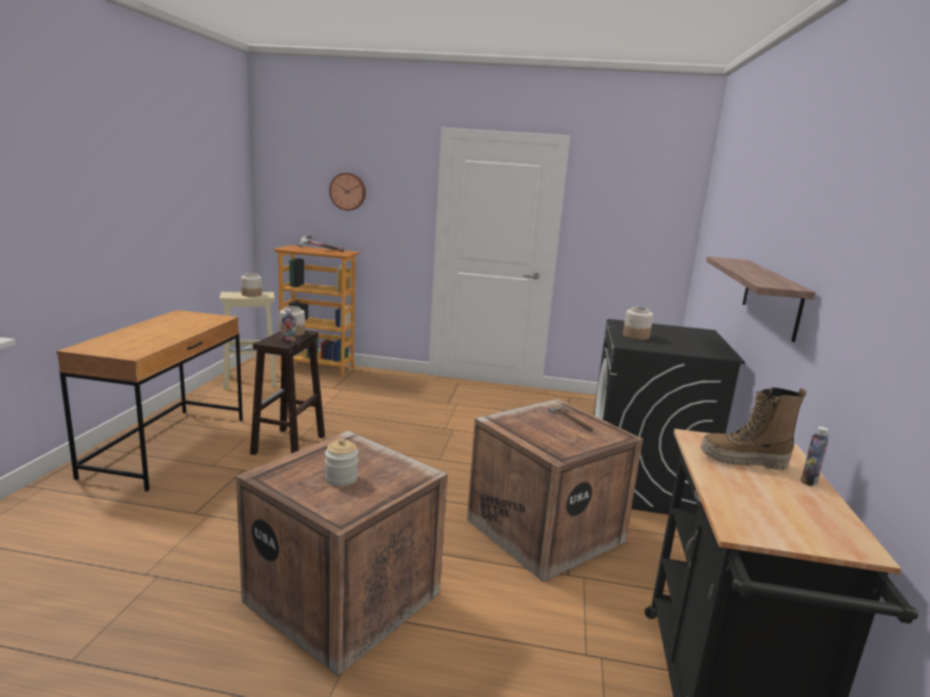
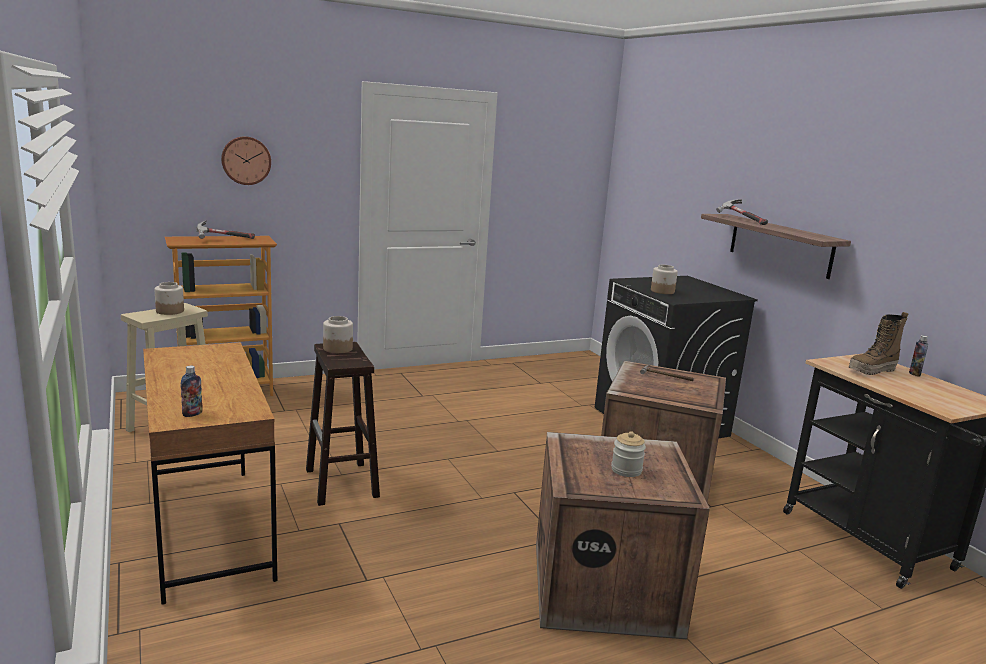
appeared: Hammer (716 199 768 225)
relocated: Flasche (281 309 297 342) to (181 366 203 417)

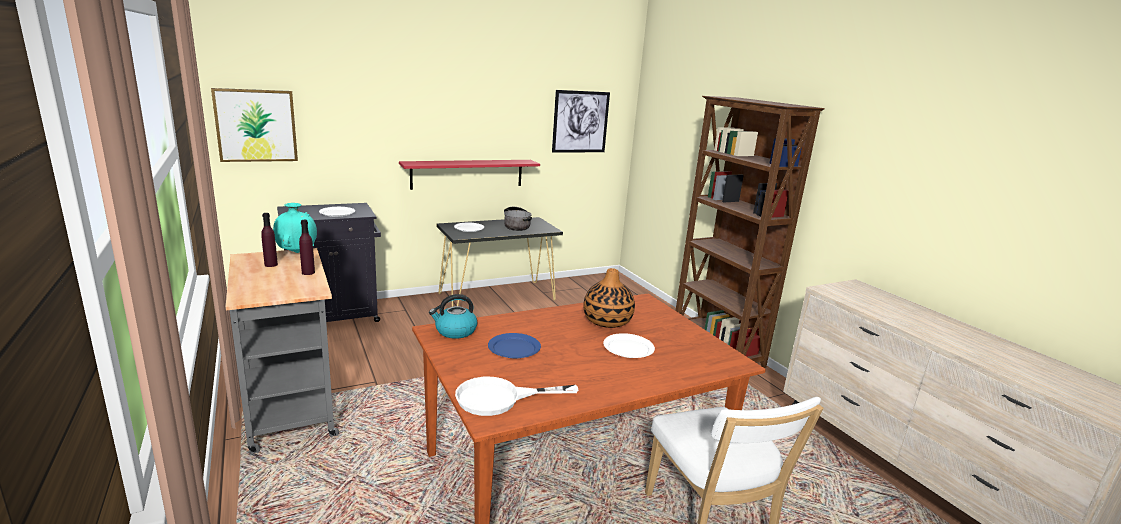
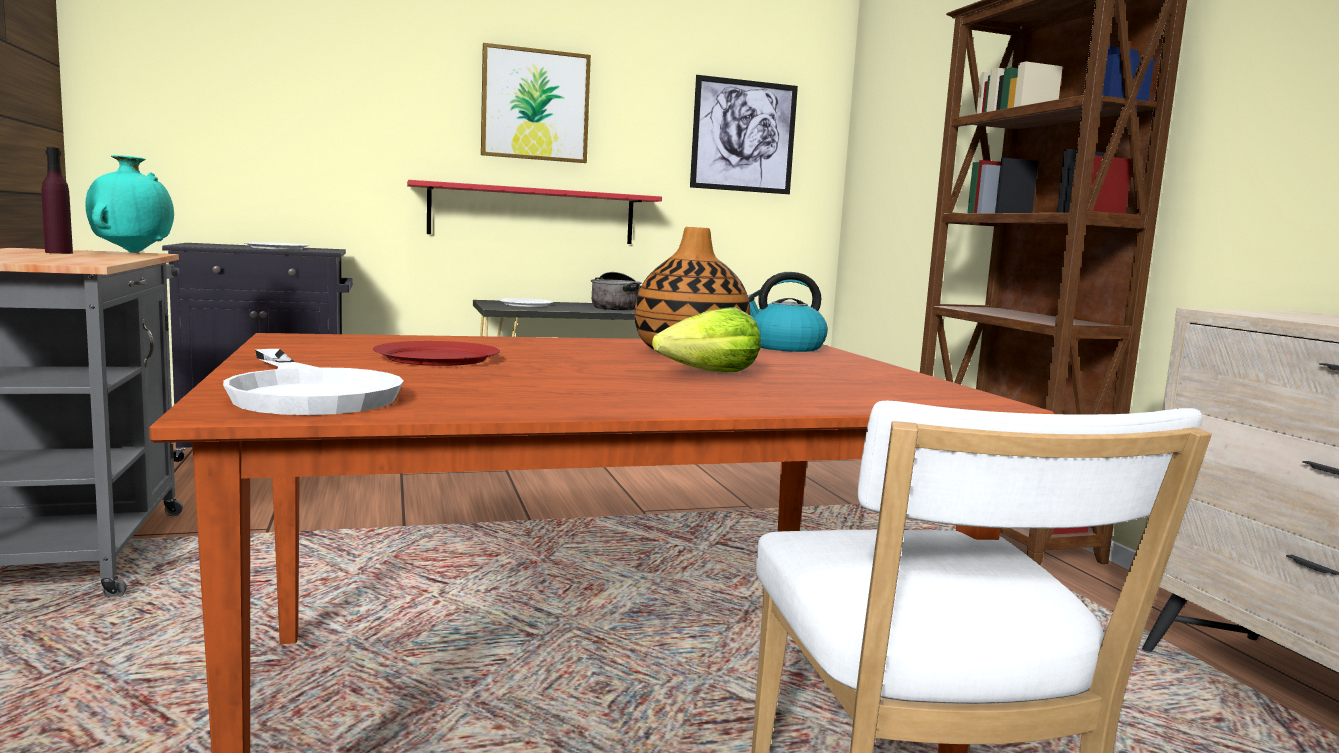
missing: Flasche (lila) (299 220 315 275)
relocated: Bild (211 88 298 162) to (481 43 591 163); Wasserkessel (429 294 477 339) to (748 272 828 352)
exchanged: Teller (weiß) (603 333 655 358) to Salatkopf (652 307 761 372)
colour: Teller (blau) (488 333 541 358) to Teller (rot) (373 341 500 366)
spun: Pfanne (weiß) (455 377 578 416) = (223 349 404 415) 120 degrees counterclockwise

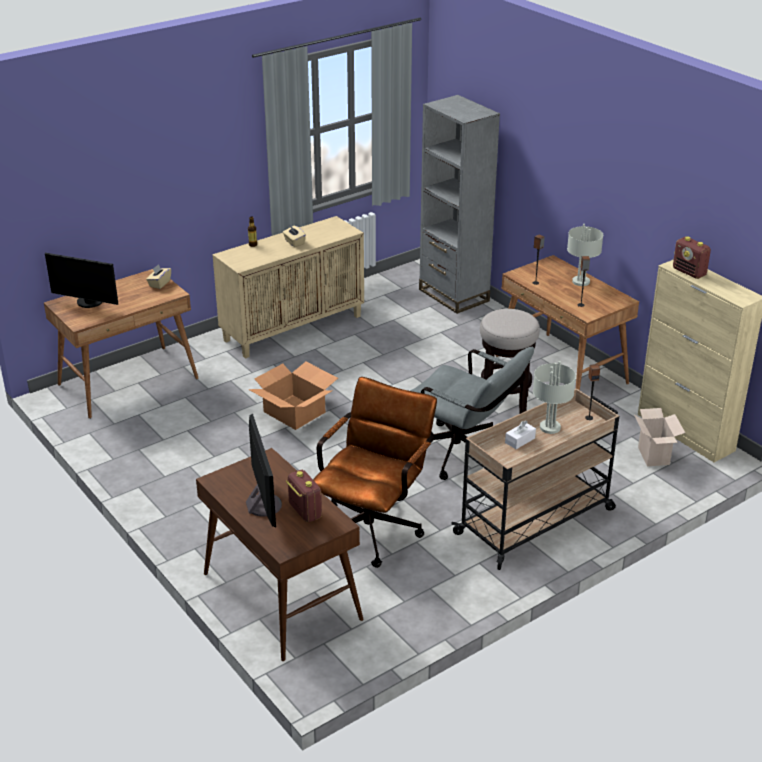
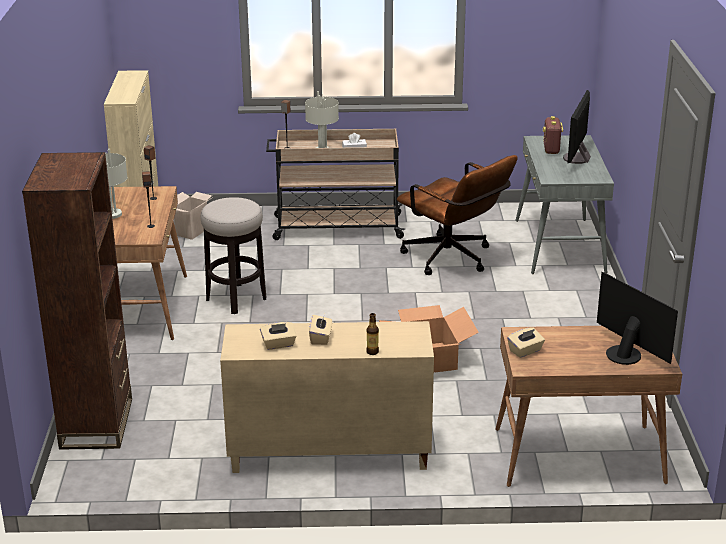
missing: Bürostuhl (grau) (410 347 534 480); Radio (673 236 711 279)
appeared: Taschentuchbox (beige) (260 322 296 350)
colour: Schreibtisch (braun) (196 448 363 661) to Schreibtisch (grau) (515 135 614 274); Bücherregal (grau) (419 95 500 314) to Bücherregal (braun) (22 152 132 450)
spun: Bürostuhl (braun) (313 377 437 568) = (397 155 518 275) 105 degrees counterclockwise

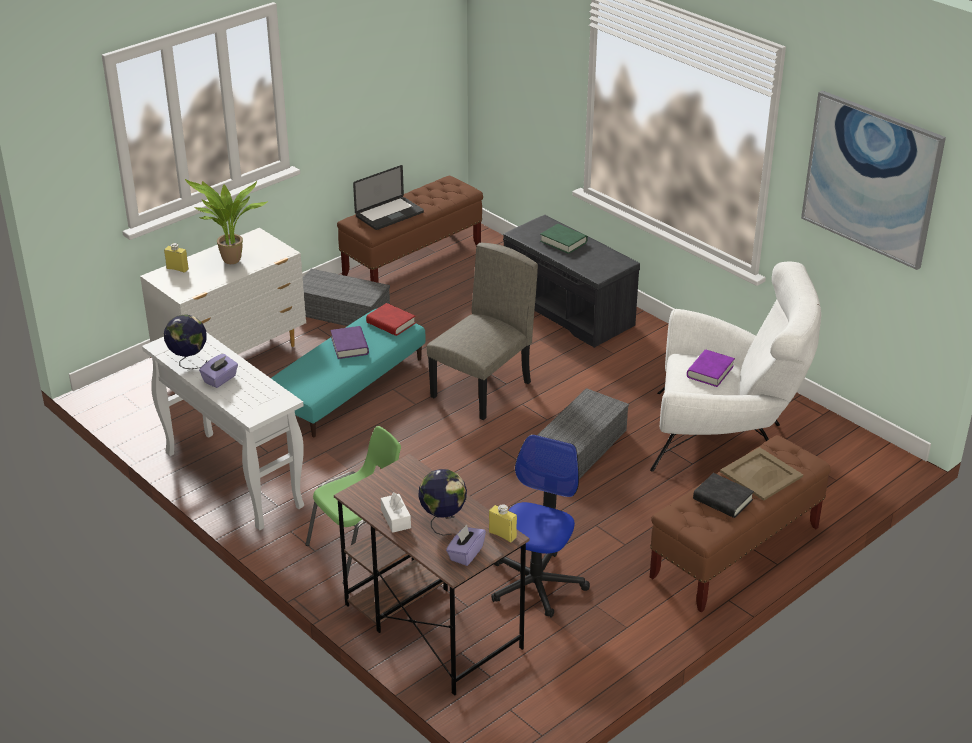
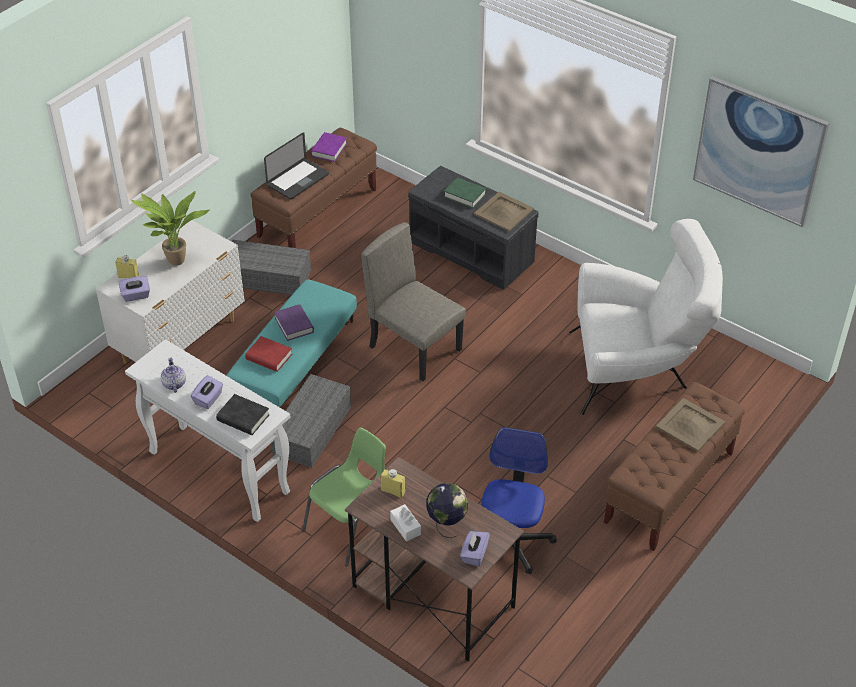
appeared: Taschentuchbox (lila) (118 276 150 302); Tablett (beige) (474 192 534 232)
relocated: Buch (rot) (366 303 416 336) to (245 336 292 372); Flasche (gelb) (489 504 517 542) to (381 469 405 498); Aufbewahrungsbox (grau) (538 388 629 479) to (271 374 351 468); Buch (lila) (687 350 735 387) to (311 132 347 162); Buch (schwarz) (693 473 754 518) to (216 394 270 435)
exchanged: Globus (164 314 207 369) to Teekanne (161 358 186 393)
spun: Stuhl (beige) (427 243 538 420) = (361 222 466 381) 75 degrees counterclockwise

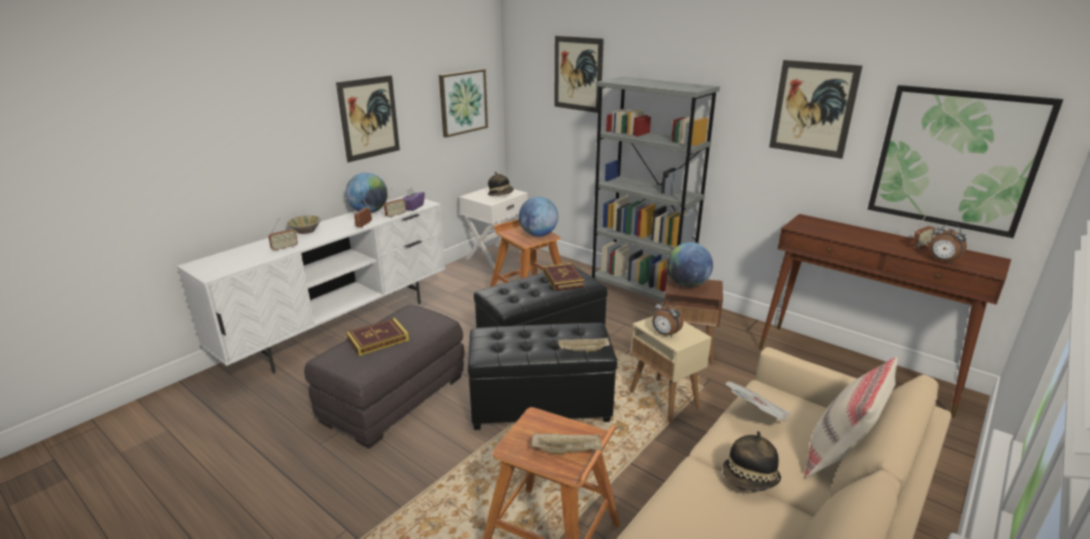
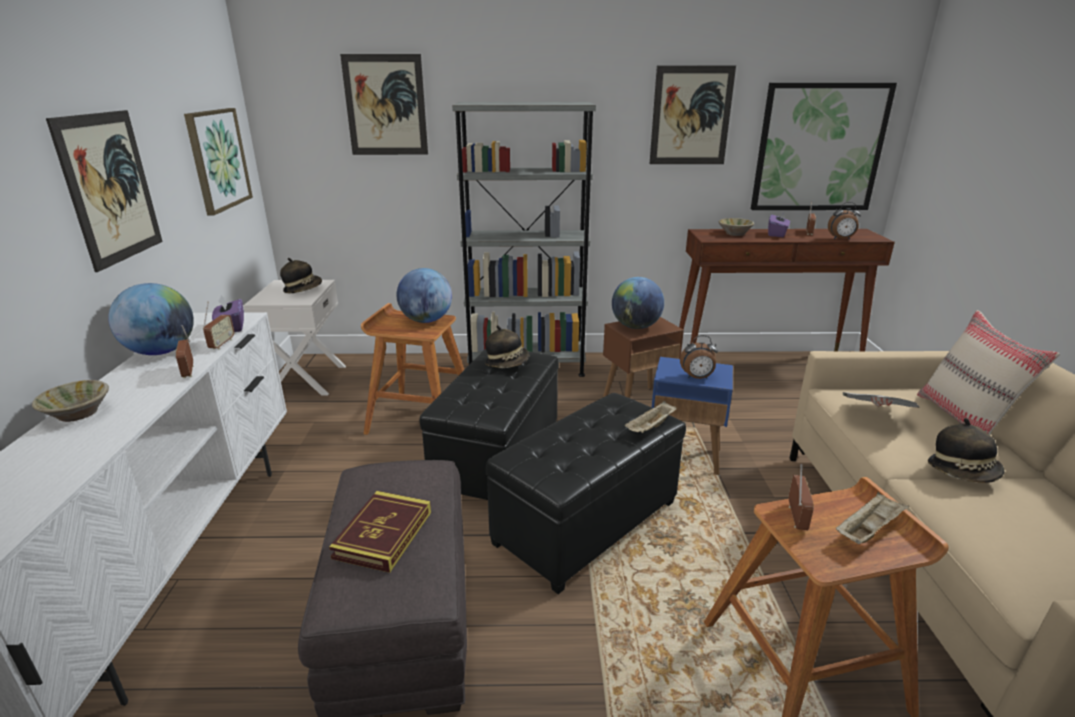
appeared: Schüssel (beige) (719 218 754 236); Taschentuchbox (lila) (768 211 790 237)
relocated: Radio (268 219 298 251) to (789 464 814 530)
exchanged: Buch (543 263 585 291) to Hut (485 325 529 368)
colour: Beistelltisch (beige) (630 316 712 423) to Beistelltisch (blau) (652 357 733 475)

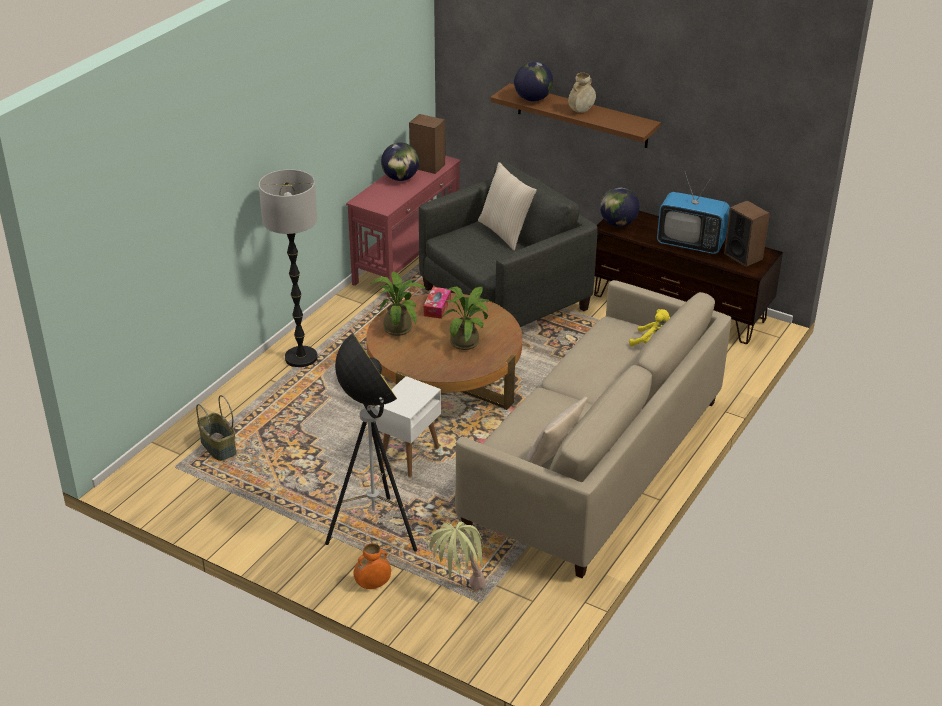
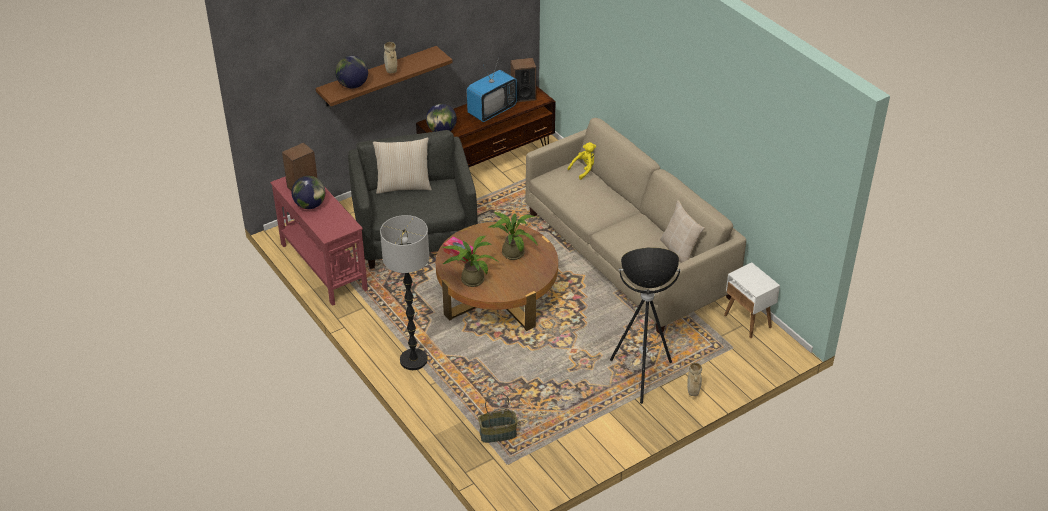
missing: Topfpflanze (427 522 486 590)
relocated: Beistelltisch (weiß) (375 376 441 477) to (724 262 780 338)
colour: Vase (orange) (353 543 391 589) to Vase (beige) (687 363 702 396)

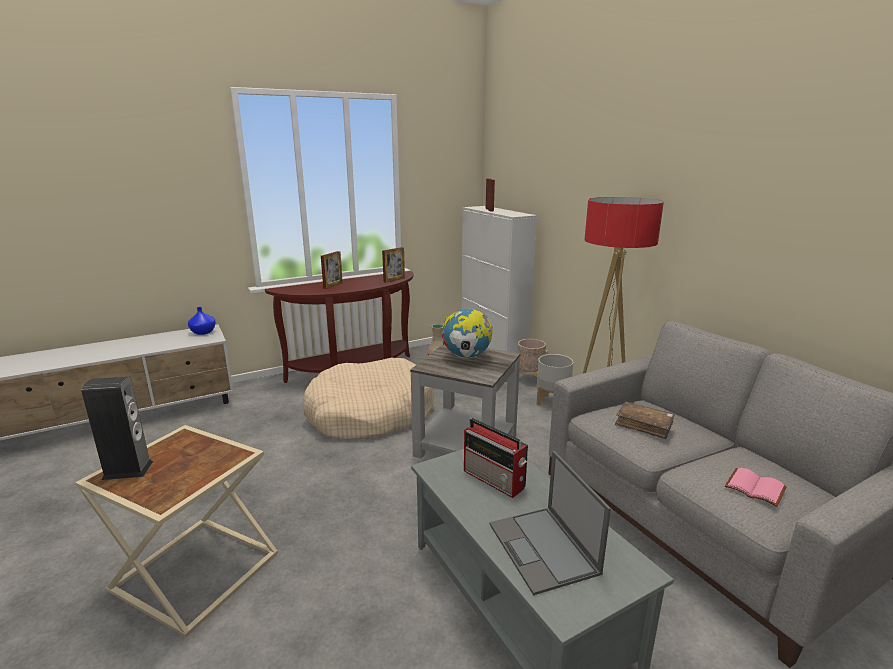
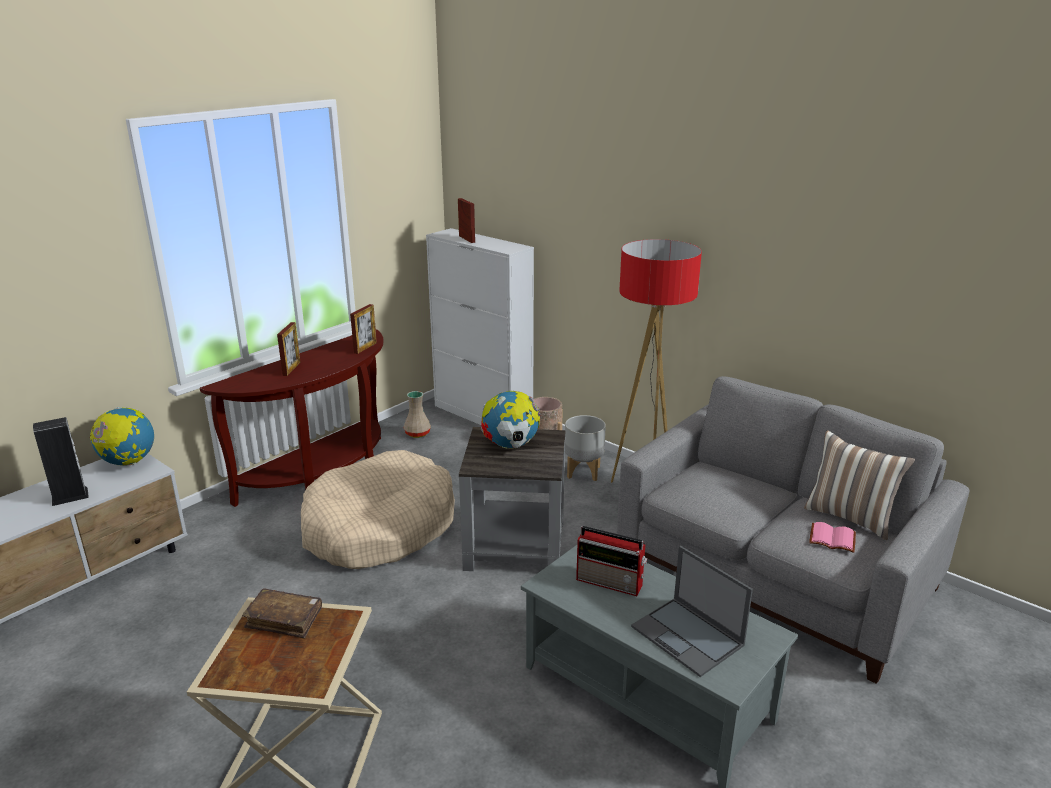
appeared: Kissen (804 430 915 540)
relocated: Lautsprecher (81 377 153 480) to (33 417 89 506); Buch (braun) (615 402 675 439) to (242 588 322 638)
exchanged: Vase (blau) (188 307 216 335) to Globus (90 407 154 466)

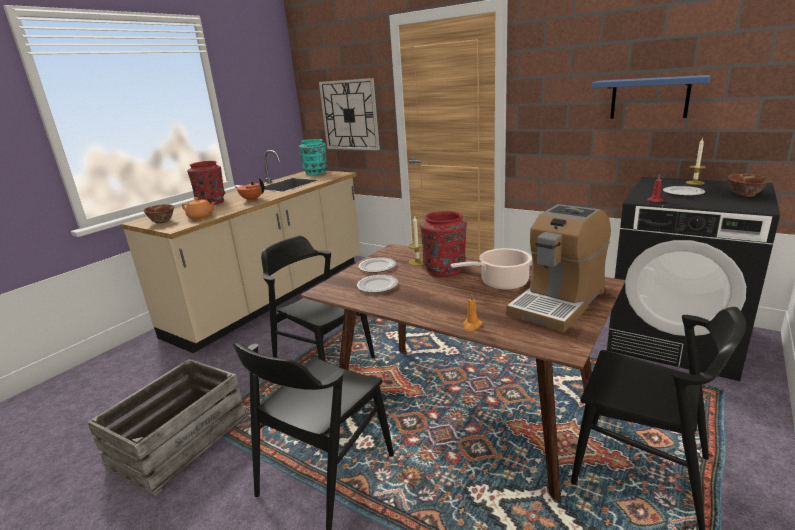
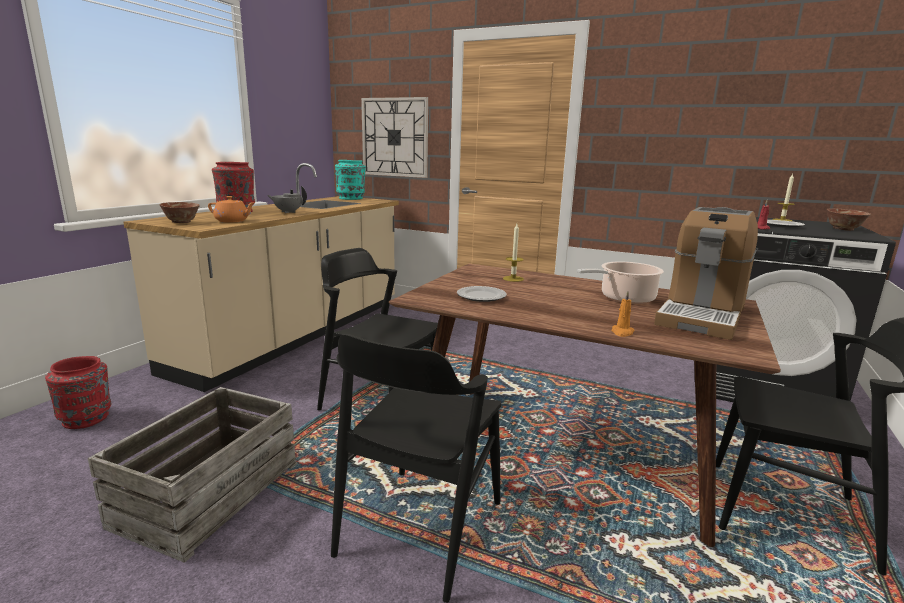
missing: Teller (358 257 396 273); Wandregal (blau) (591 75 711 119)
relocated: Vase (rot) (420 211 467 277) to (45 356 112 429)
colour: Teekanne (orange) (234 178 265 201) to Teekanne (grau) (267 186 307 213)

